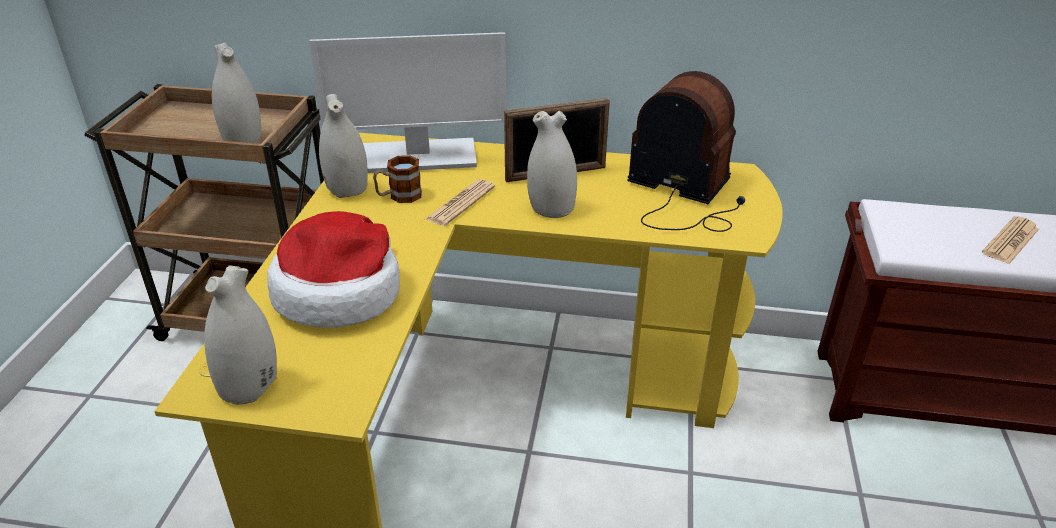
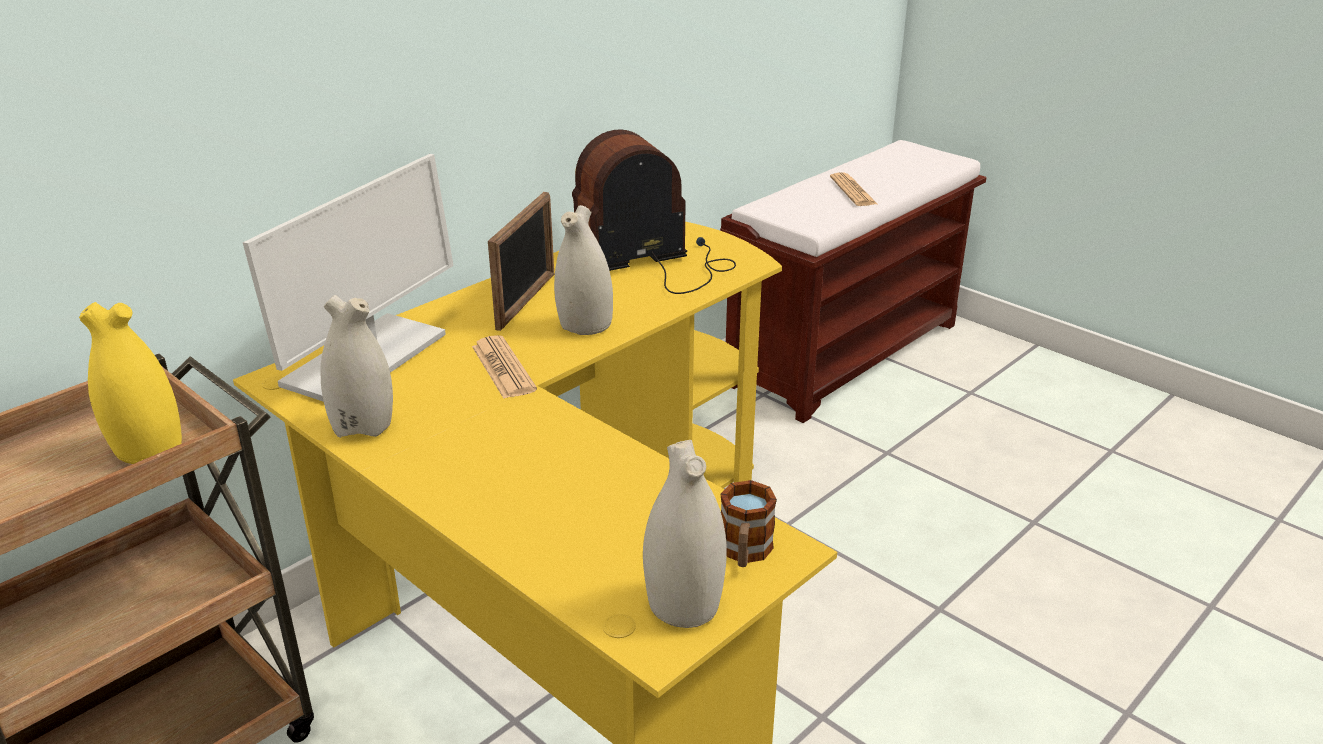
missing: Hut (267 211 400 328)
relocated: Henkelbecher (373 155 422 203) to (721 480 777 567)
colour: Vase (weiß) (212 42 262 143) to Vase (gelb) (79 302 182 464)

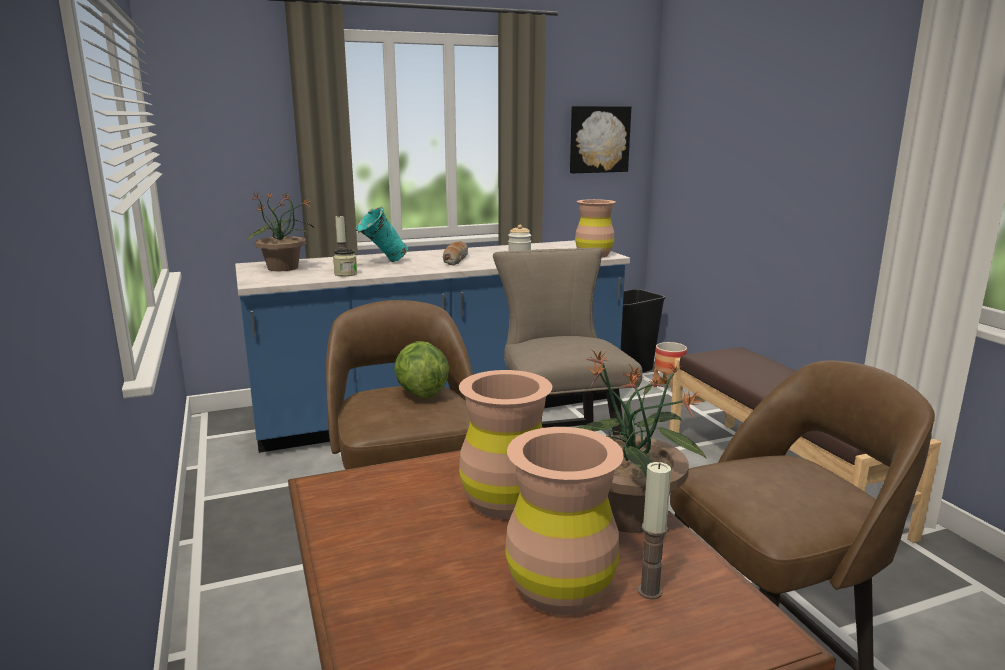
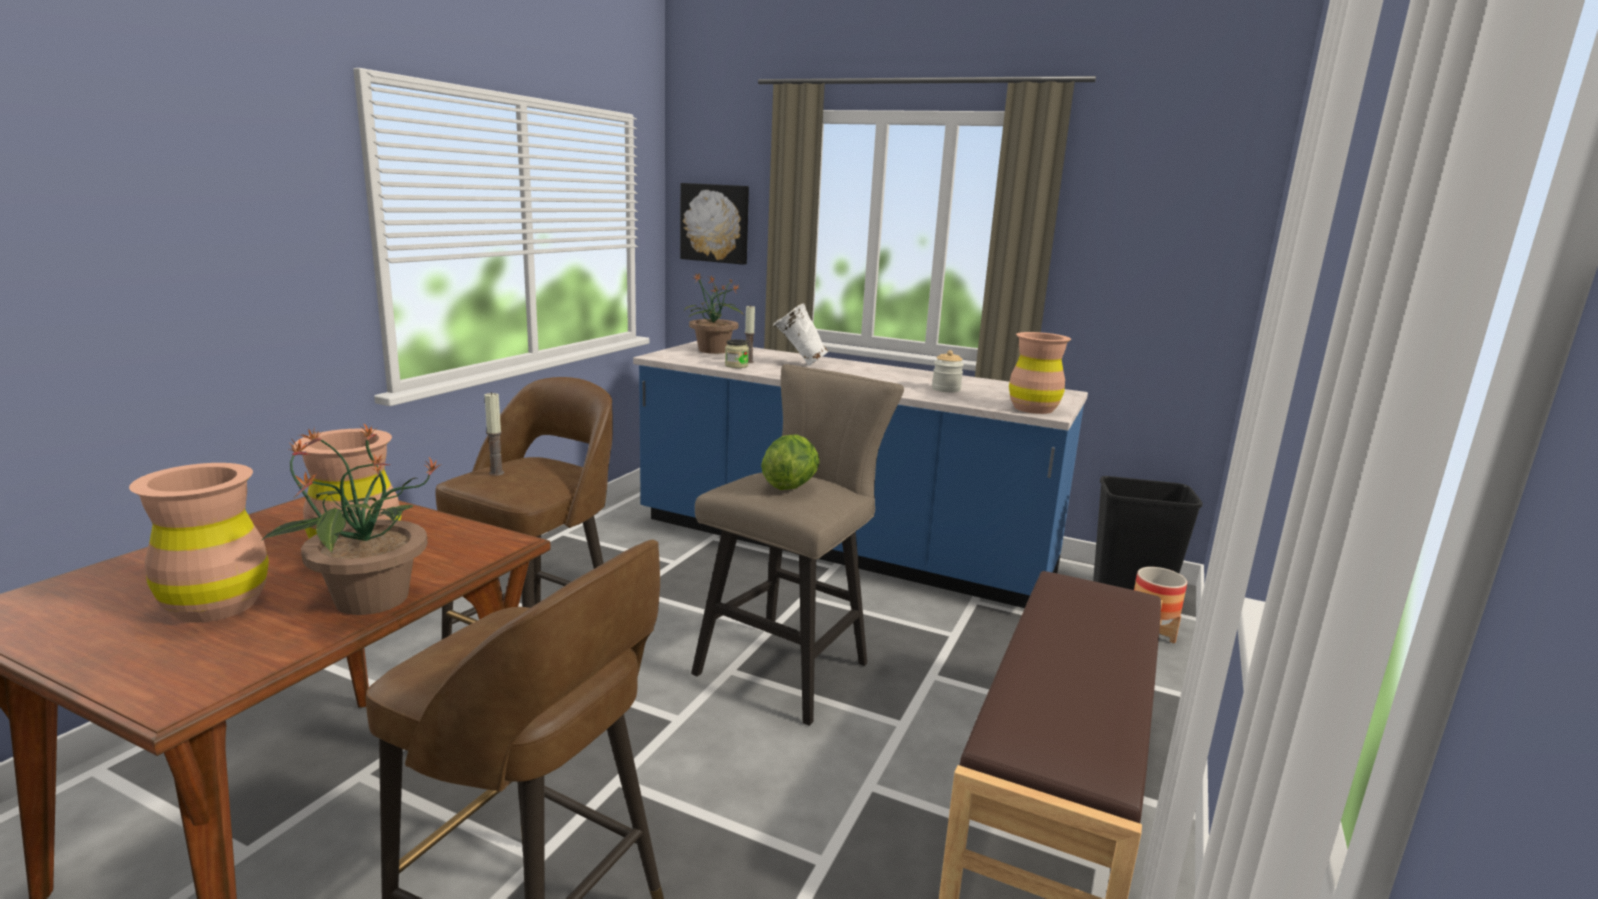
missing: Brot (443 241 468 266)
relocated: Salatkopf (394 341 449 398) to (761 434 820 490); Bild (570 106 631 173) to (680 183 749 265); Kerze (638 462 671 600) to (484 392 504 476)
colour: Vase (türkis) (355 207 408 262) to Vase (weiß) (773 304 828 366)

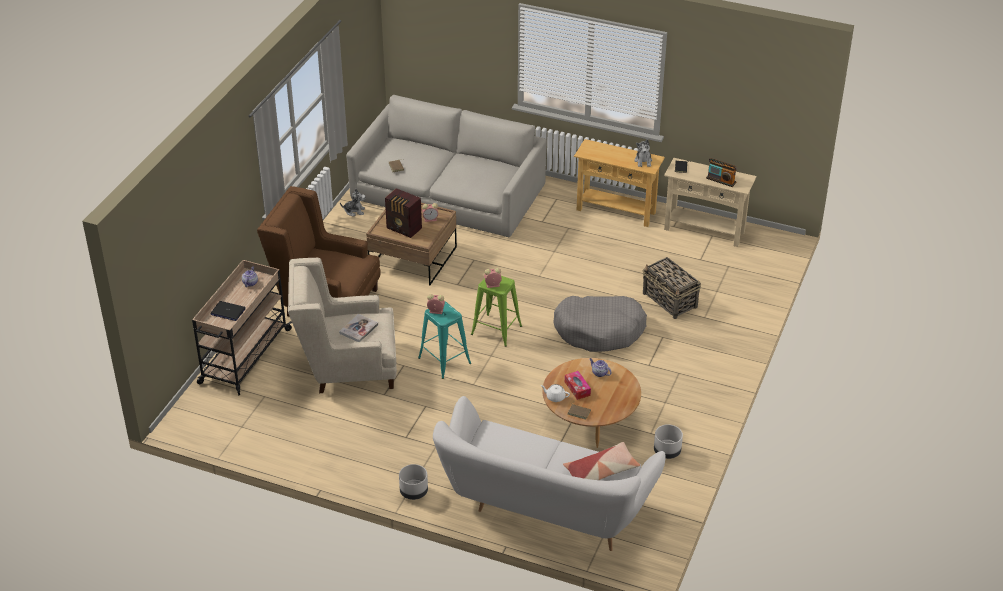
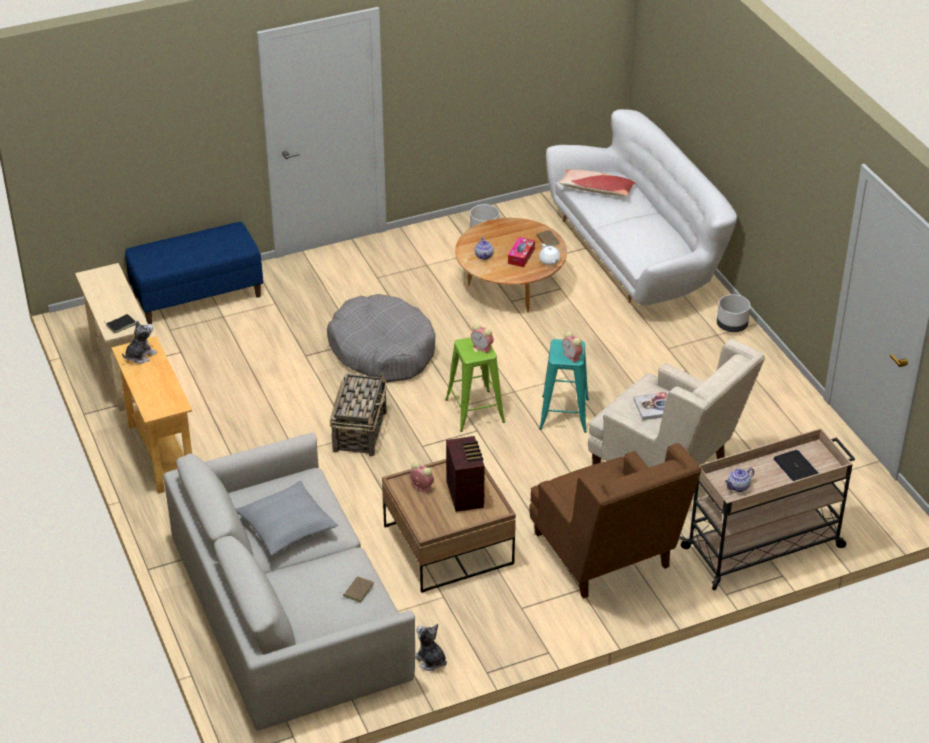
missing: Radio (706 158 737 187)
appeared: Bank (blau) (125 222 263 324); Kissen (grau) (236 480 338 556)
relocated: Korb (643 257 701 319) to (330 373 387 456)

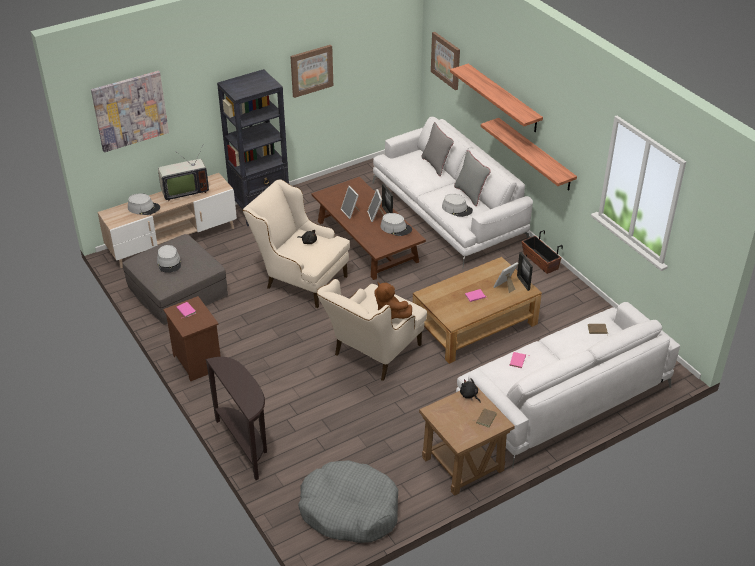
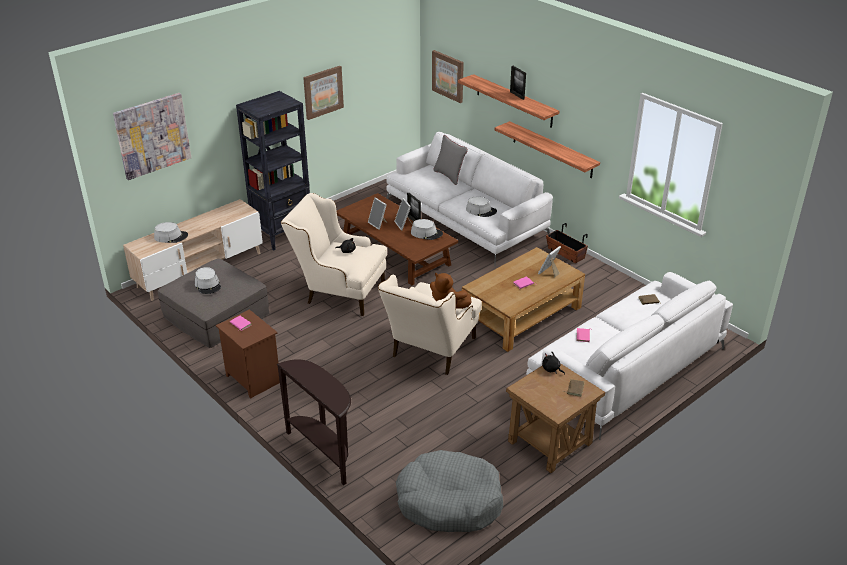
missing: Fernseher (158 143 209 201); Kissen (grau) (454 150 491 206)
relocated: Bilderrahmen (517 252 533 291) to (510 66 526 100)

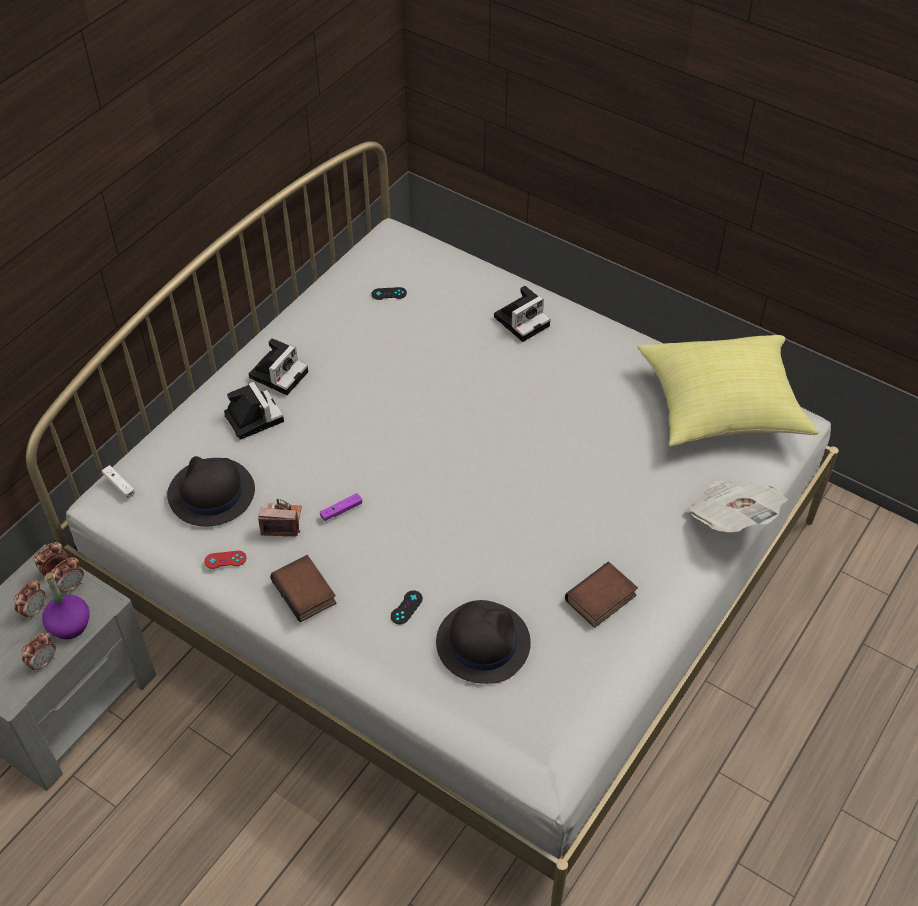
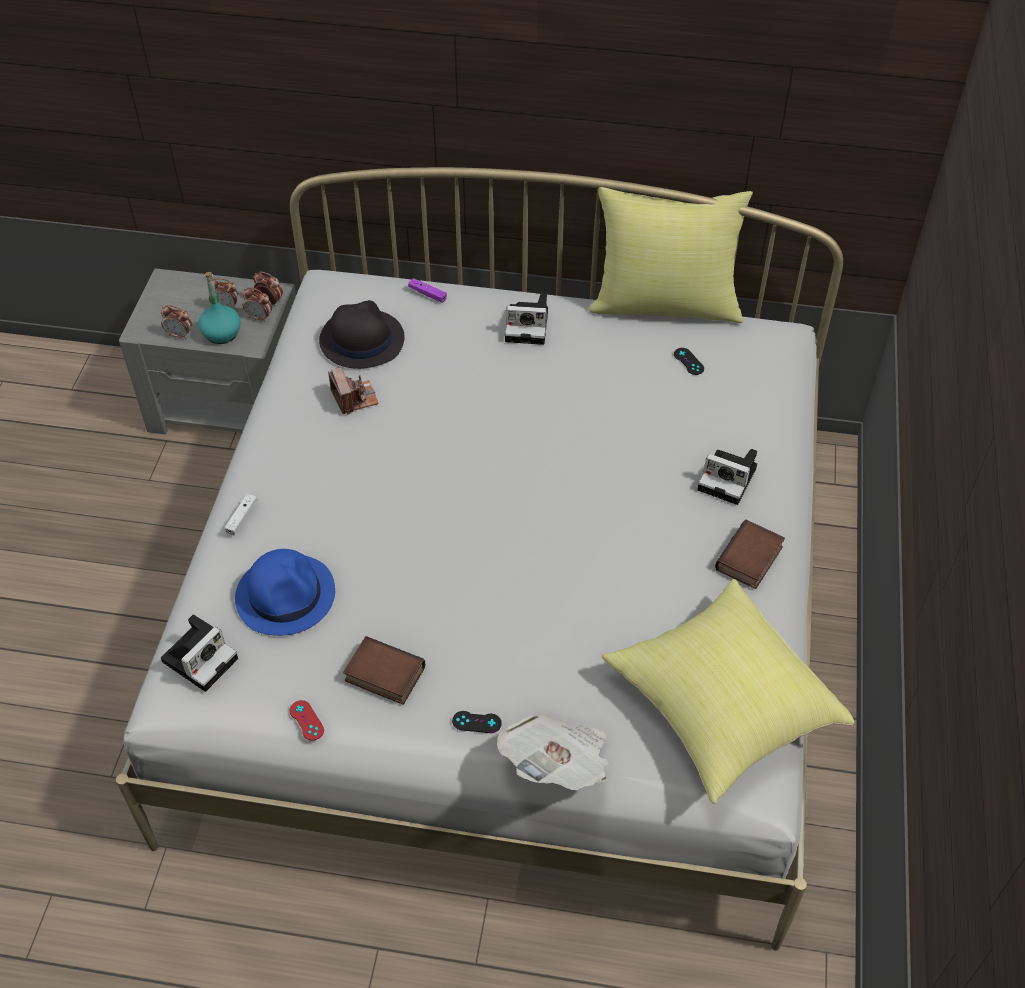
appeared: Kissen (gelb) (589 187 753 323)
relocated: Gamepad (weiß) (102 465 135 498) to (224 494 257 535); Gamepad (rot) (204 551 246 569) to (290 700 324 741); Kamera (224 382 284 440) to (161 614 238 692); Buch (270 555 336 622) to (715 519 785 589); Gamepad (lila) (320 493 362 521) to (408 278 447 303); Gamepad (schwarz) (391 590 423 624) to (452 711 502 733)
colour: Flasche (lila) (42 572 90 639) to Flasche (türkis) (198 272 241 344); Hut (schwarz) (436 600 531 684) to Hut (blau) (235 549 335 636)

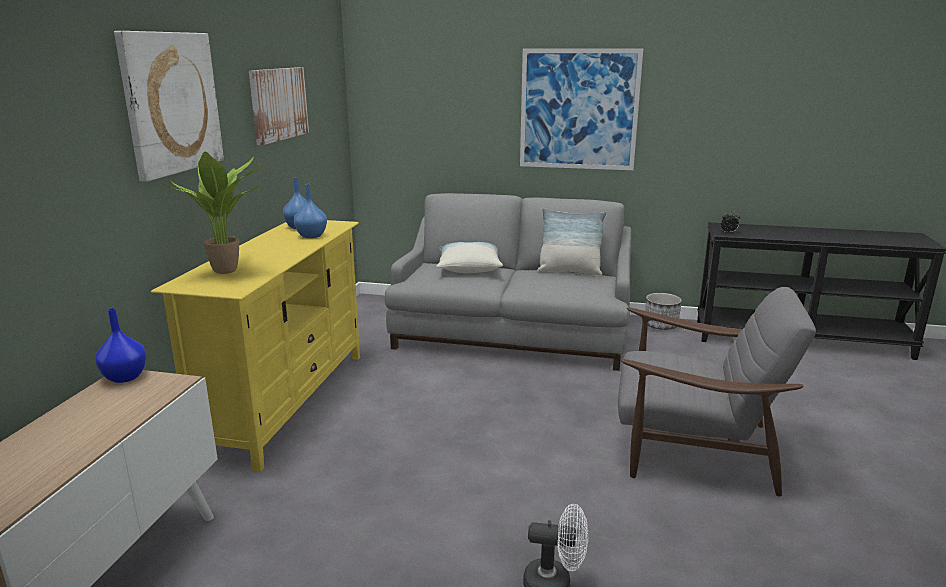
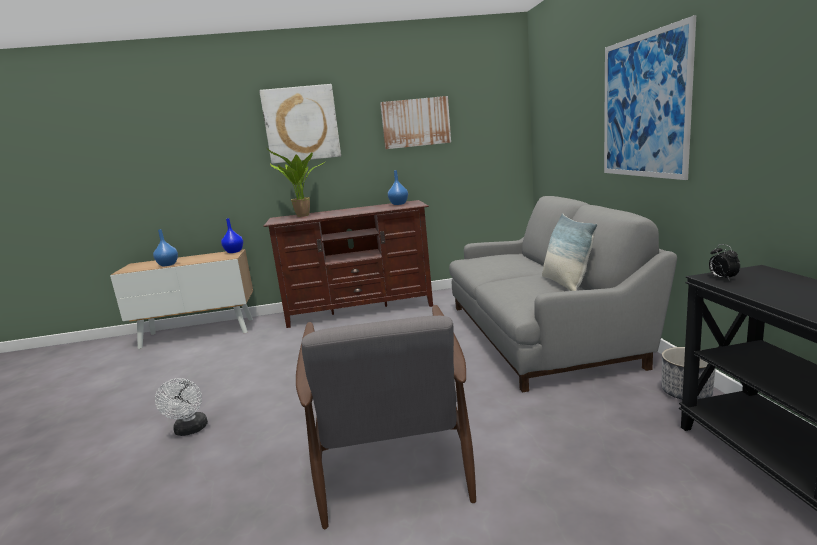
missing: Kissen (436 242 503 273)
relocated: Vase (blau) (294 184 327 238) to (153 229 178 266)
colour: Fernsehschrank (gelb) (151 220 360 472) to Fernsehschrank (braun) (264 200 433 328)

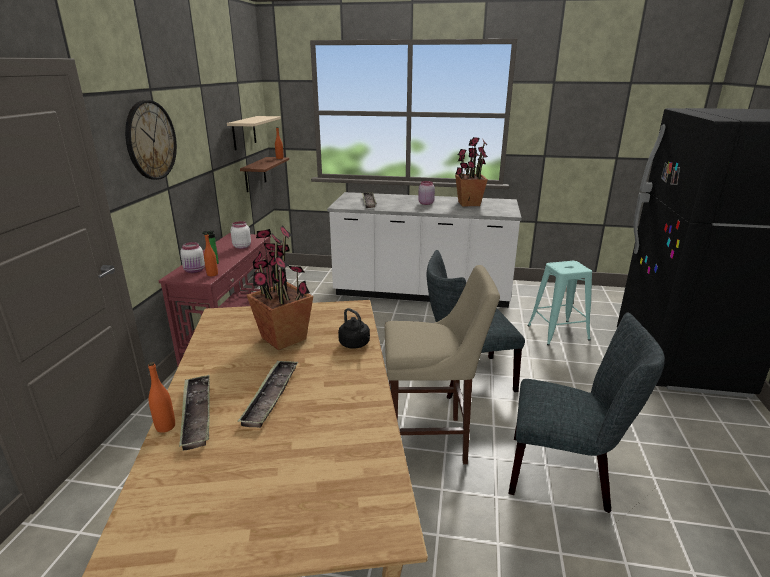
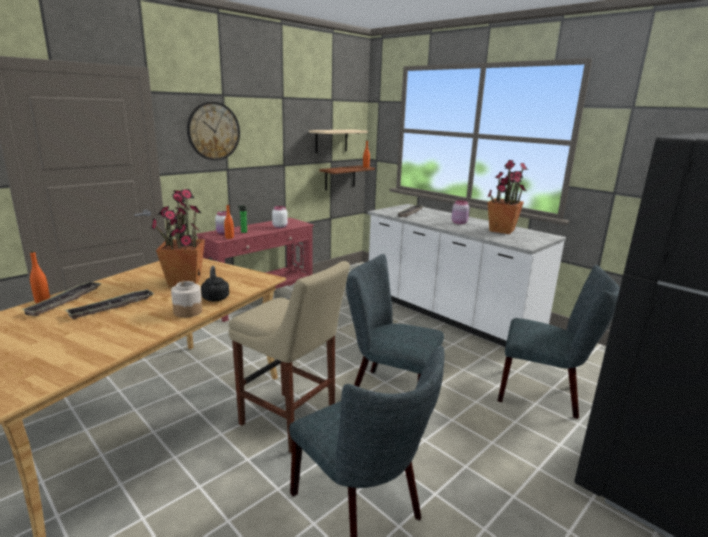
appeared: Vorratsglas (171 281 202 318)
exchanged: Hocker (türkis) (528 261 592 345) to Stuhl (grau) (498 265 620 419)

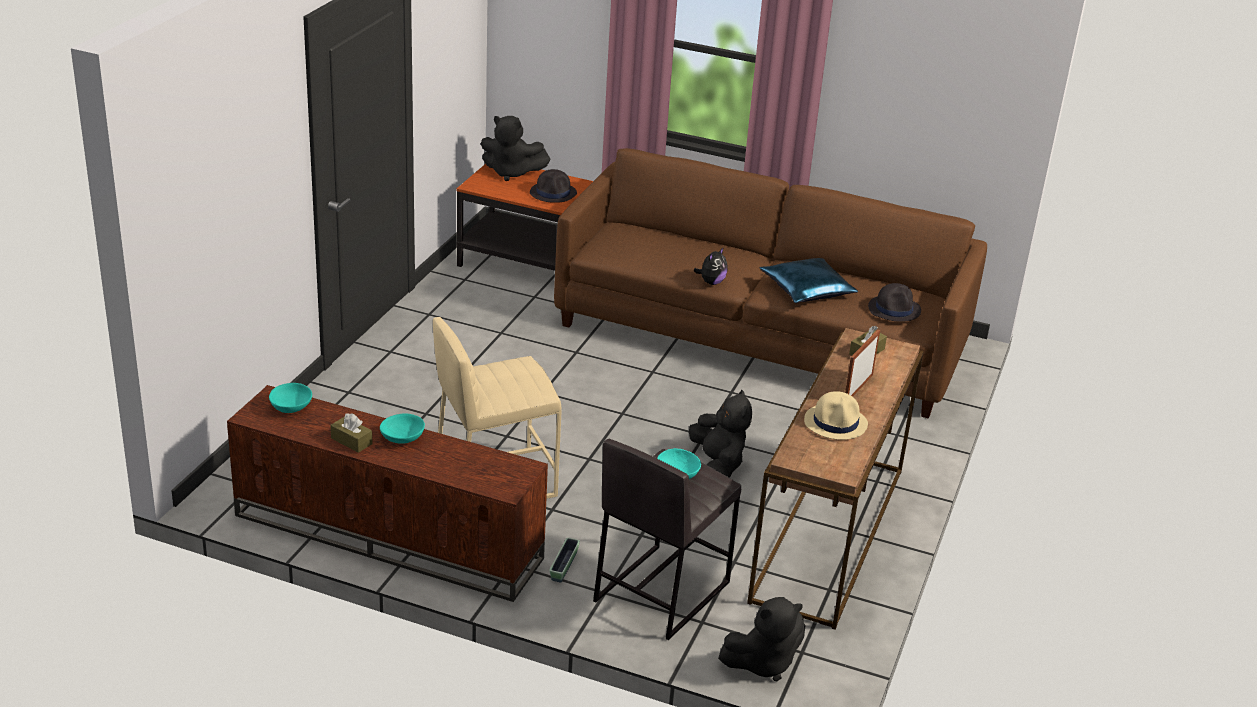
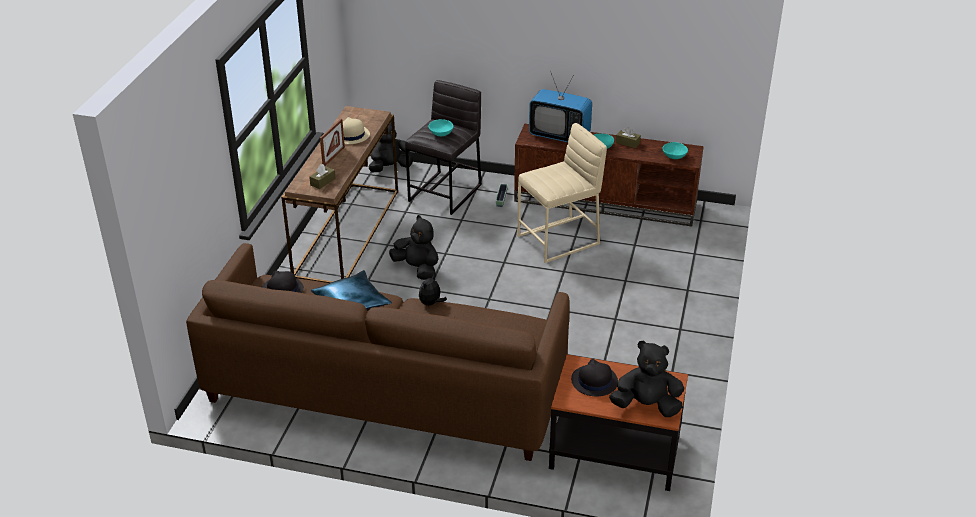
appeared: Fernseher (529 70 592 142)
spun: Plüschtier (schwarz) (689 390 752 478) = (389 215 439 280) 150 degrees clockwise

